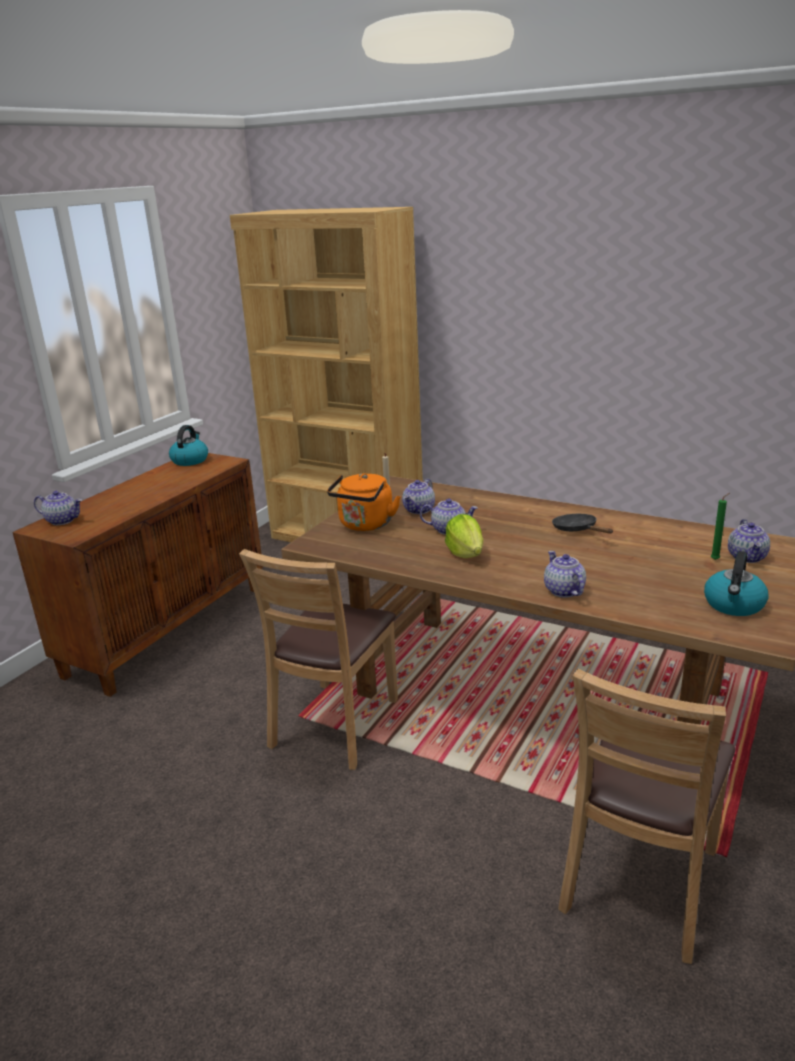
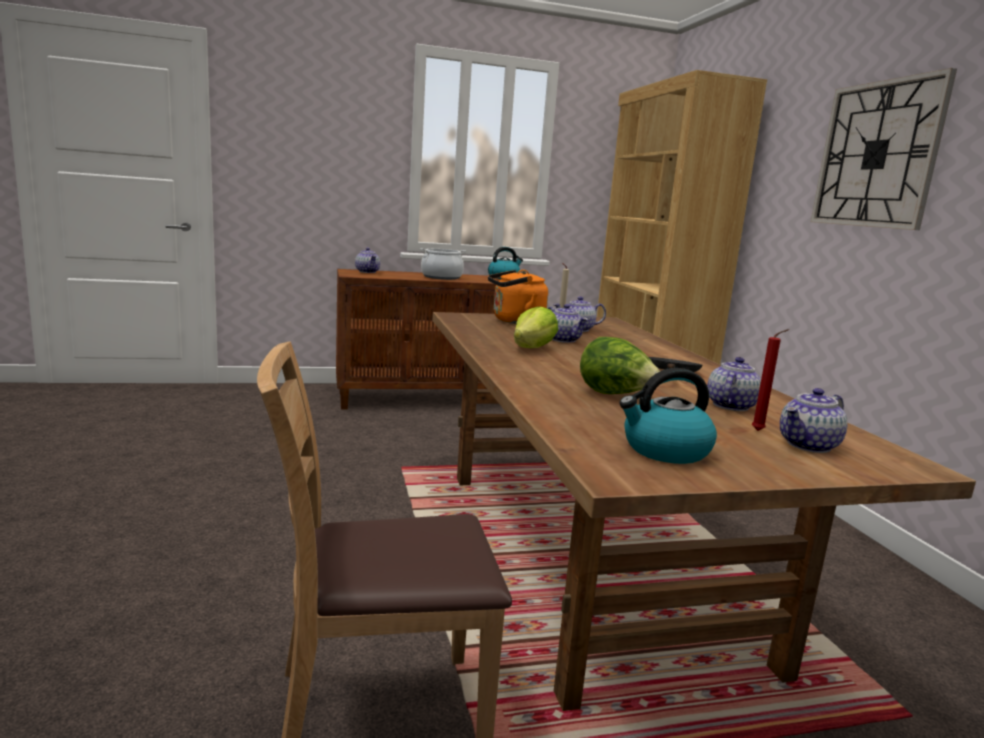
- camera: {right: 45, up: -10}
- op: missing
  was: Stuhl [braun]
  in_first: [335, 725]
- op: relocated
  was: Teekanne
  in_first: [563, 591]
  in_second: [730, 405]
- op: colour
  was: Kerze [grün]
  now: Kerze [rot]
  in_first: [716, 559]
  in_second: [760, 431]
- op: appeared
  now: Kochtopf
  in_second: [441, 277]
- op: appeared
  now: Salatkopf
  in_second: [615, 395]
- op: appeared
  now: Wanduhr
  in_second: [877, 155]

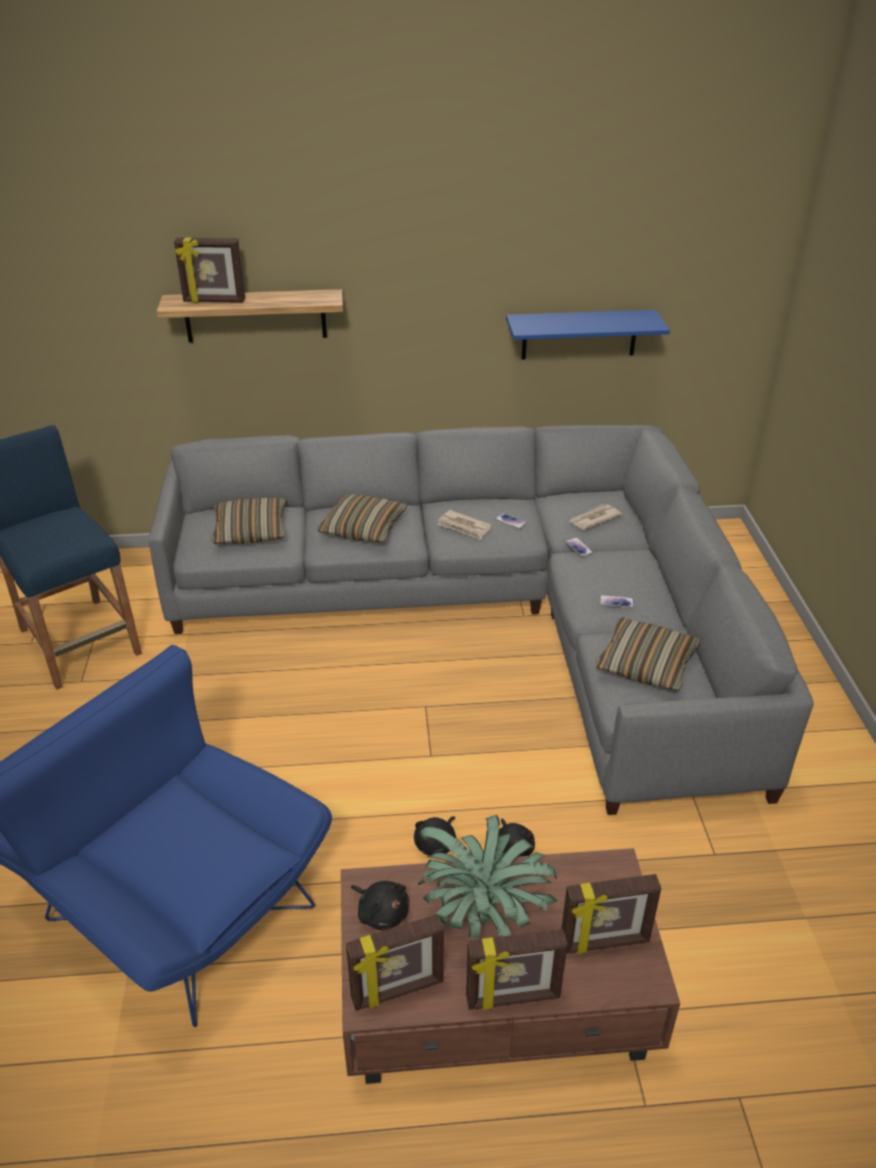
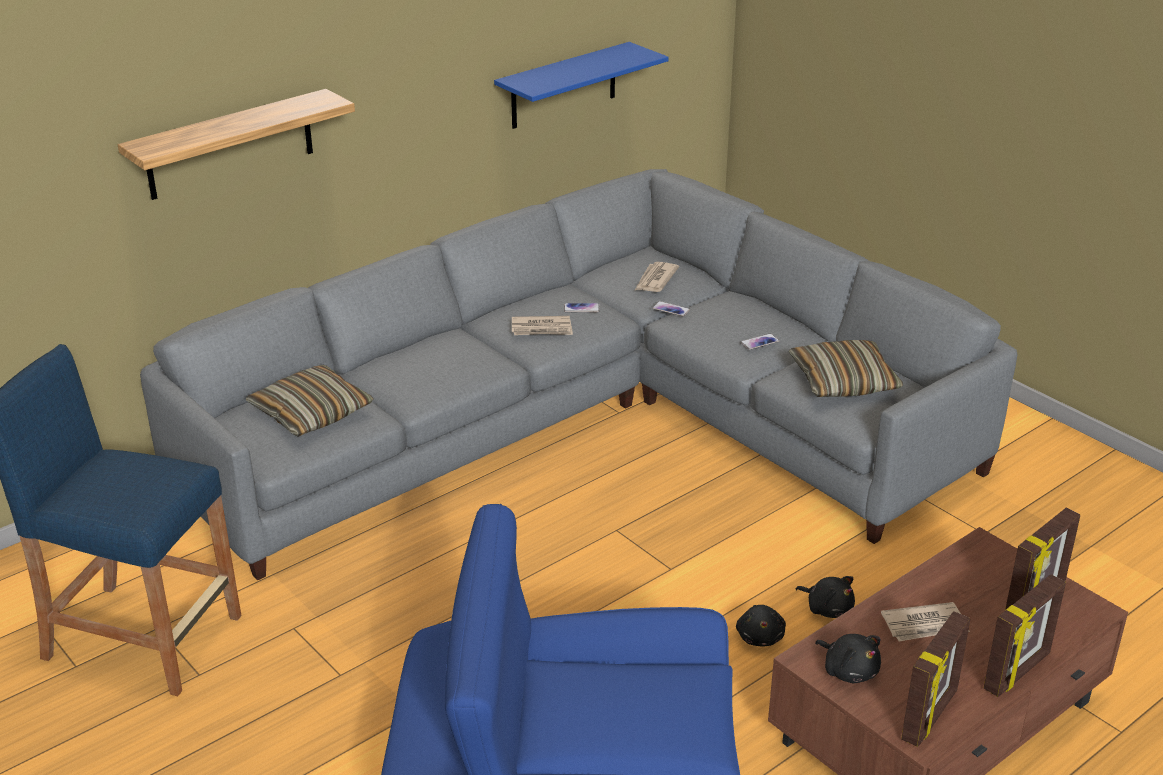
- camera: {right: -35, up: -5}
- op: missing
  was: Bilderrahmen
  in_first: [214, 301]
- op: missing
  was: Kissen
  in_first: [363, 528]
- op: spun
  was: Plüschtier [schwarz]
  in_first: [381, 913]
  in_second: [849, 670]
  clockwise: 45
- op: exchanged
  was: Topfpflanze
  now: Zeitung
  in_first: [485, 910]
  in_second: [925, 625]

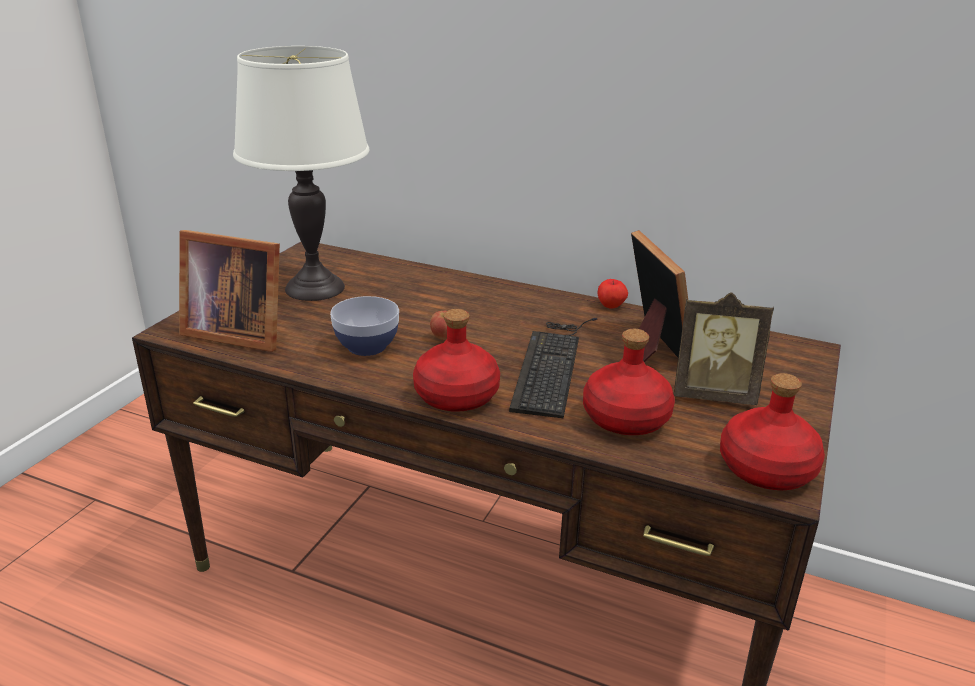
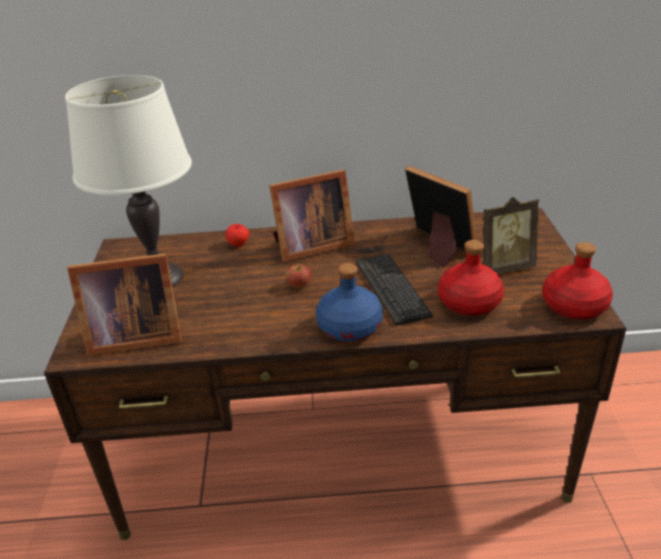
- camera: {right: -25, up: 5}
- op: missing
  was: Schüssel
  in_first: [367, 346]
- op: colour
  was: Flasche [rot]
  now: Flasche [blau]
  in_first: [457, 396]
  in_second: [350, 327]
- op: relocated
  was: Apfel
  in_first: [611, 306]
  in_second: [238, 244]
- op: appeared
  now: Bilderrahmen
  in_second: [310, 246]

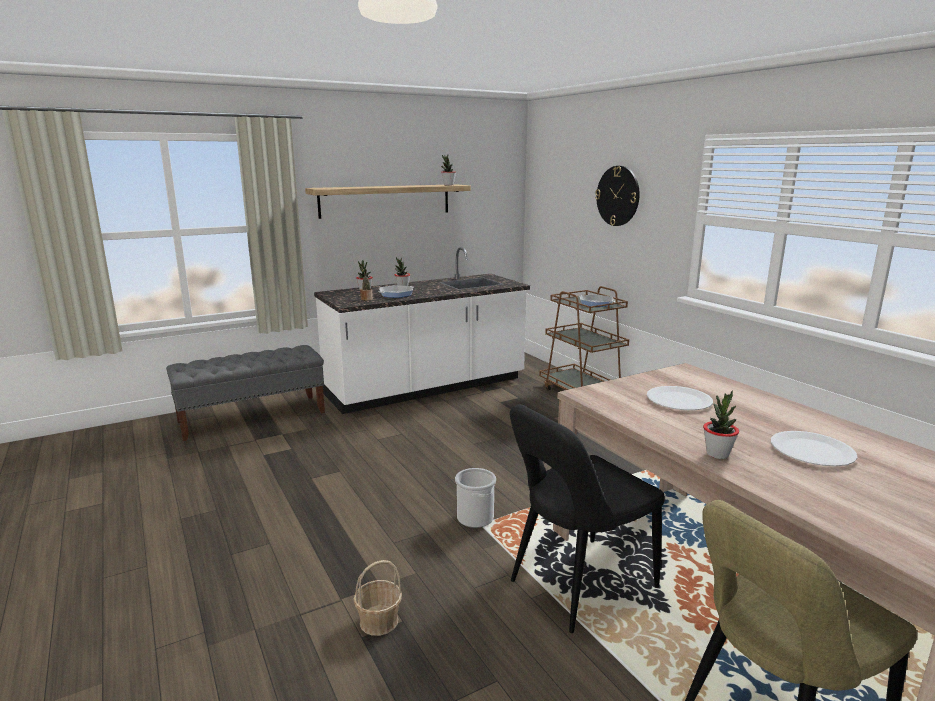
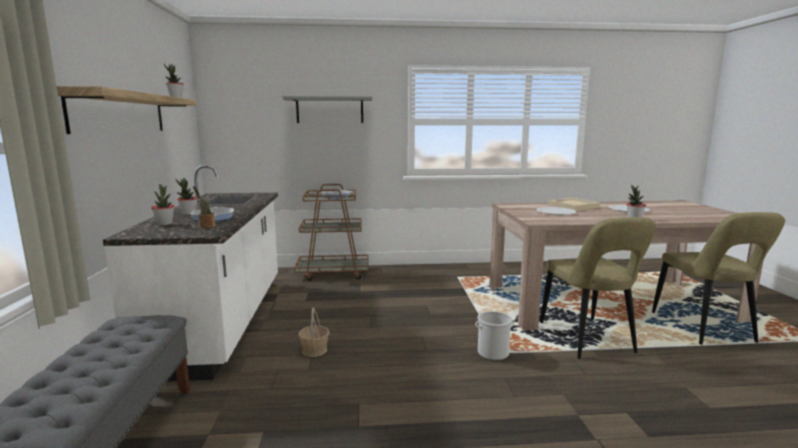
- camera: {right: -65, up: -5}
- op: relocated
  was: Korb
  in_first: [378, 621]
  in_second: [314, 350]
- op: colour
  was: Stuhl [schwarz]
  now: Stuhl [beige]
  in_first: [577, 586]
  in_second: [588, 339]
- op: exchanged
  was: Wanduhr
  now: Wandregal [grau]
  in_first: [618, 196]
  in_second: [330, 110]
- op: appeared
  now: Tablett [beige]
  in_second: [573, 206]

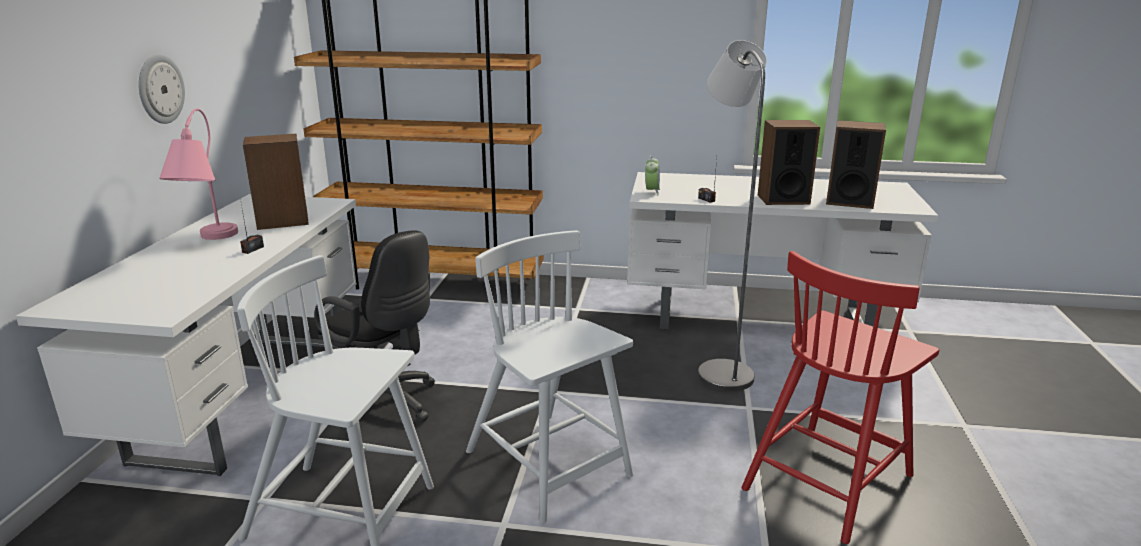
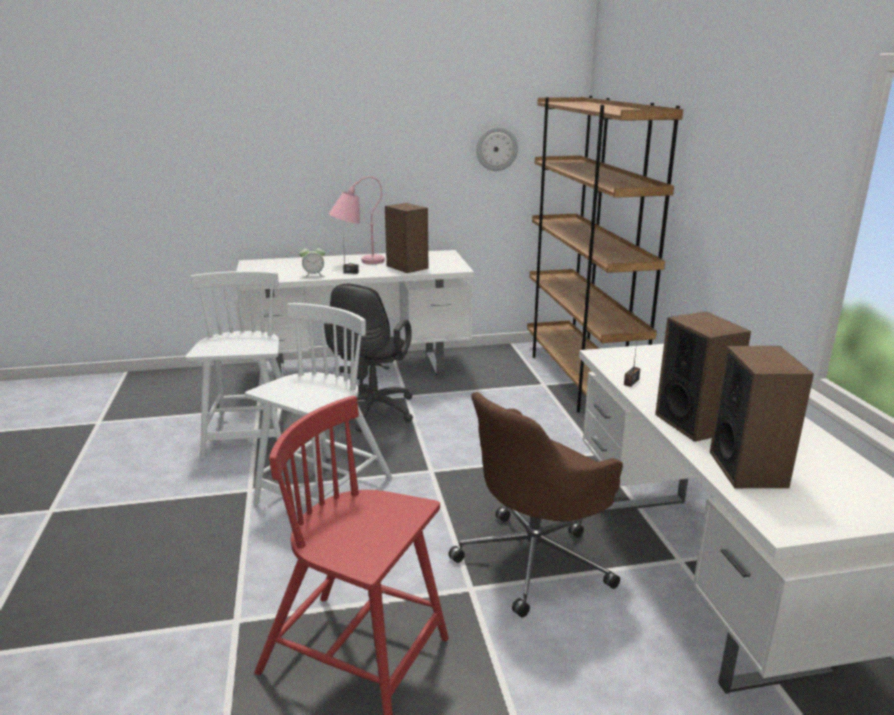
- camera: {right: 70, up: 0}
- op: relocated
  was: Wanduhr
  in_first: [160, 89]
  in_second: [496, 149]
- op: relocated
  was: Wecker
  in_first: [651, 192]
  in_second: [314, 275]
- op: exchanged
  was: Stehlampe [grau]
  now: Bürostuhl [braun]
  in_first: [720, 371]
  in_second: [535, 560]

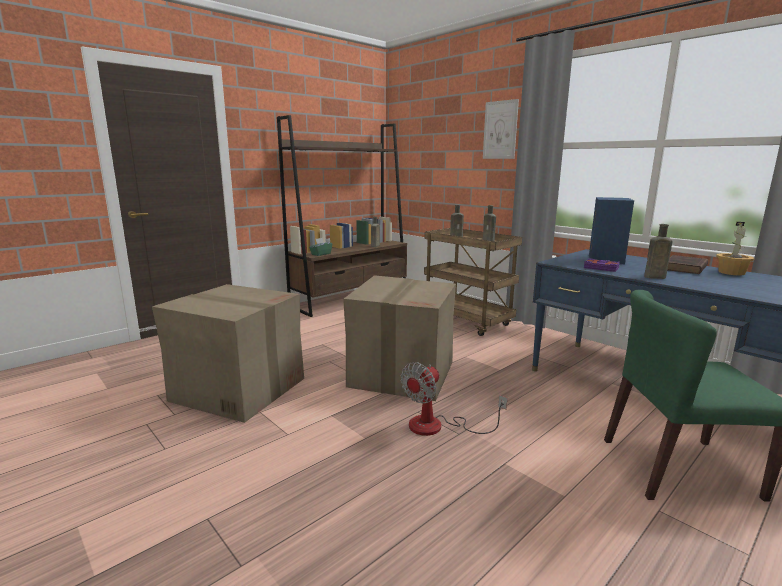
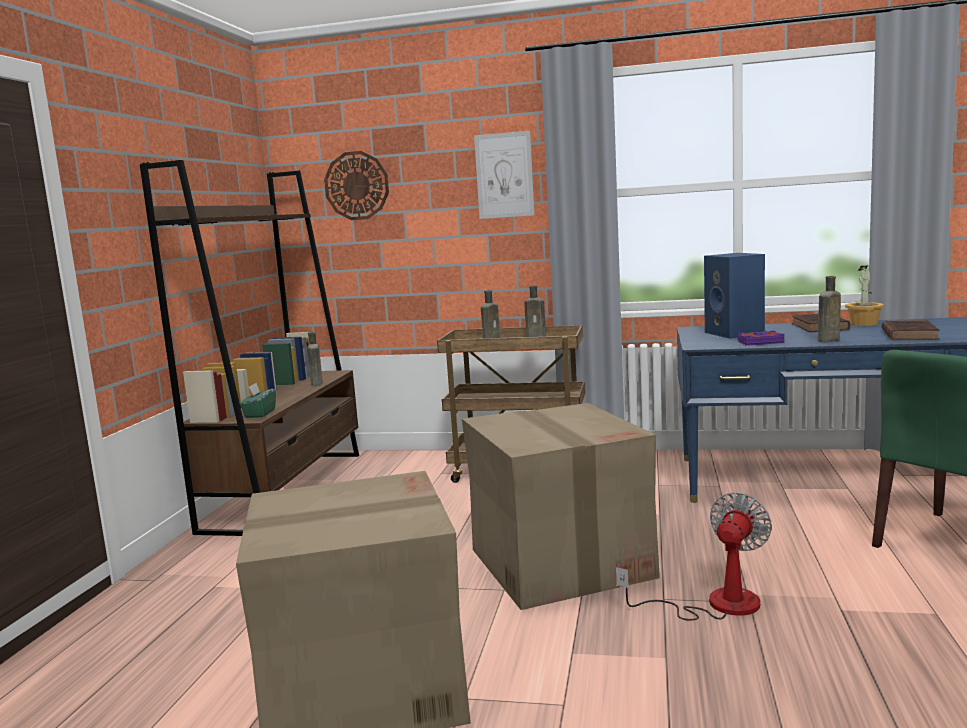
- camera: {right: -35, up: -5}
- op: spun
  was: Ventilator
  in_first: [438, 426]
  in_second: [715, 604]
  clockwise: -150
- op: appeared
  now: Wanduhr
  in_second: [357, 185]
- op: appeared
  now: Buch [braun]
  in_second: [908, 334]

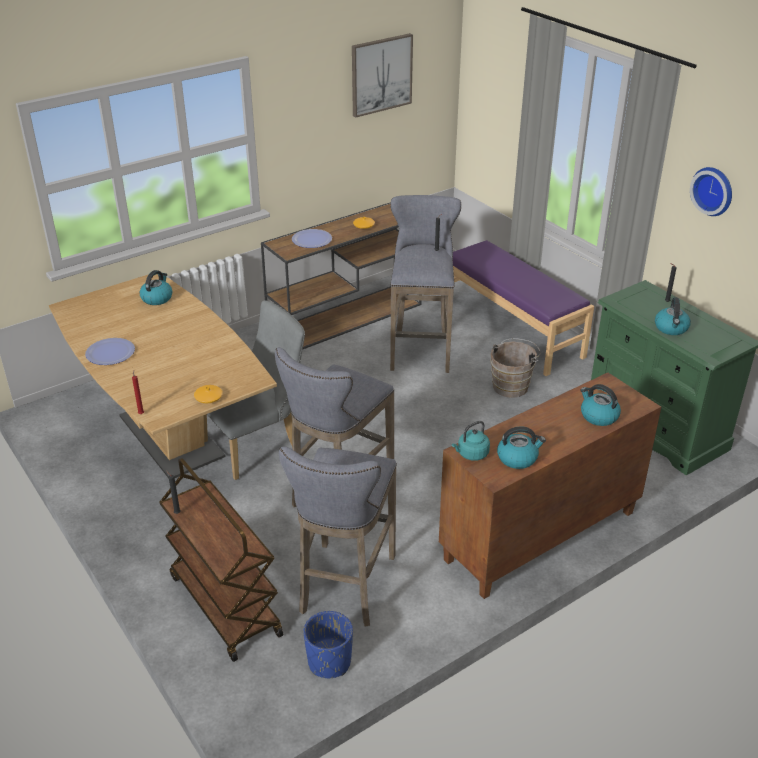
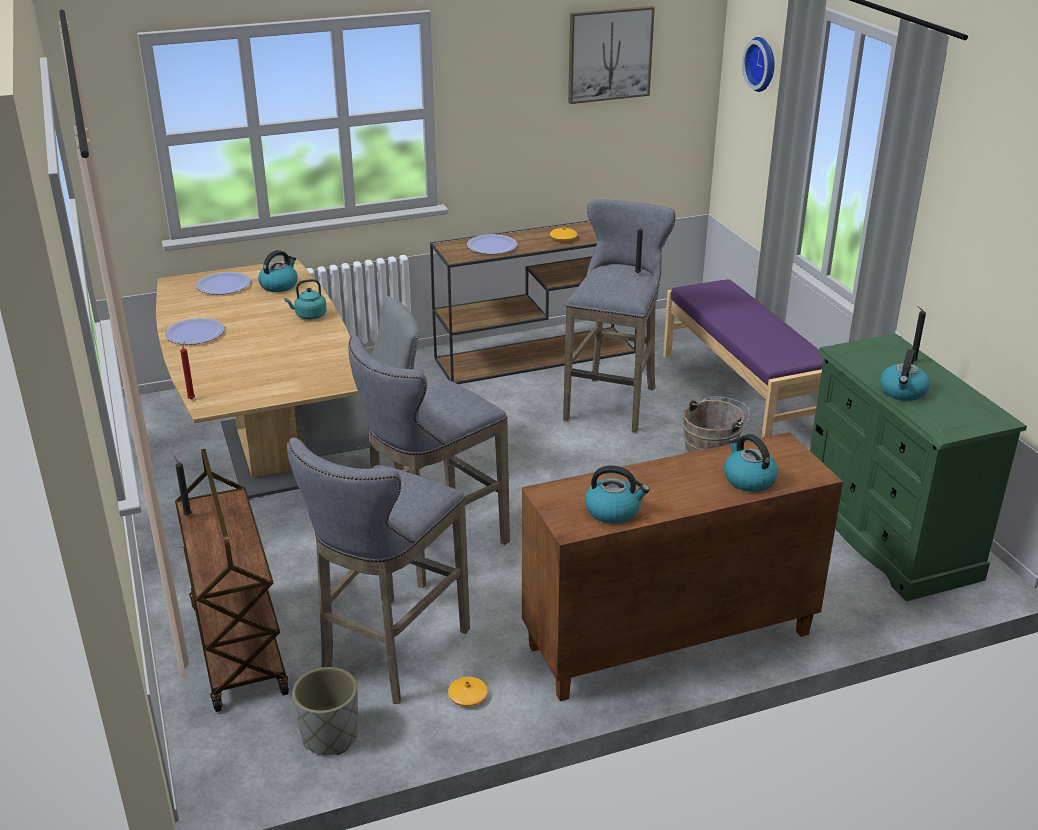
- camera: {right: 15, up: -5}
- op: relocated
  was: Vase [orange]
  in_first: [208, 397]
  in_second: [468, 696]
- op: colour
  was: Pflanzkübel [blau]
  now: Pflanzkübel [grau]
  in_first: [329, 662]
  in_second: [329, 736]
- op: relocated
  was: Wasserkessel [türkis]
  in_first: [471, 454]
  in_second: [309, 316]
- op: relocated
  was: Wanduhr
  in_first: [714, 190]
  in_second: [762, 64]
- op: appeared
  now: Teller
  in_second: [223, 285]

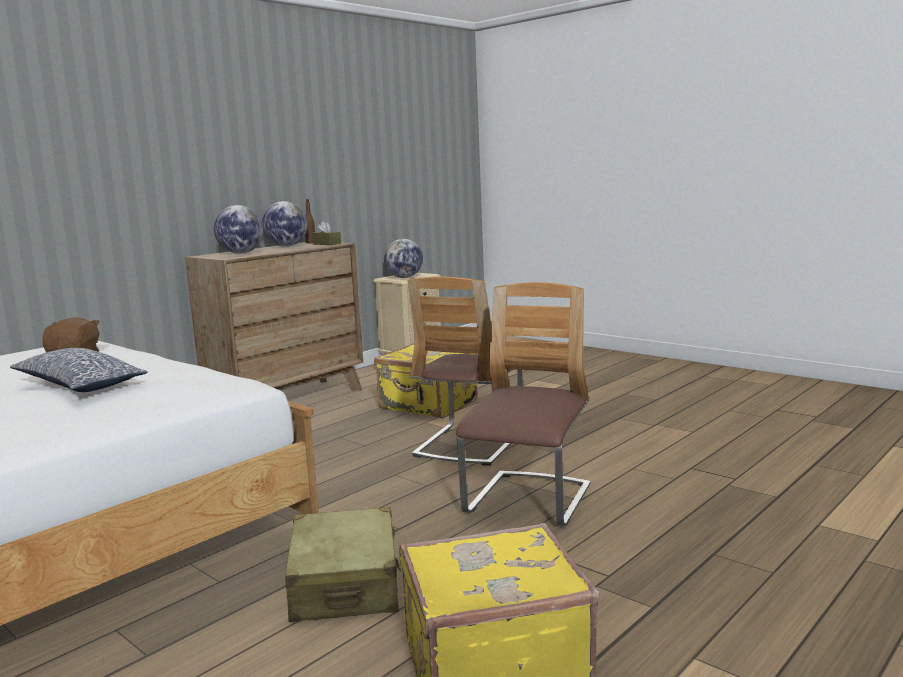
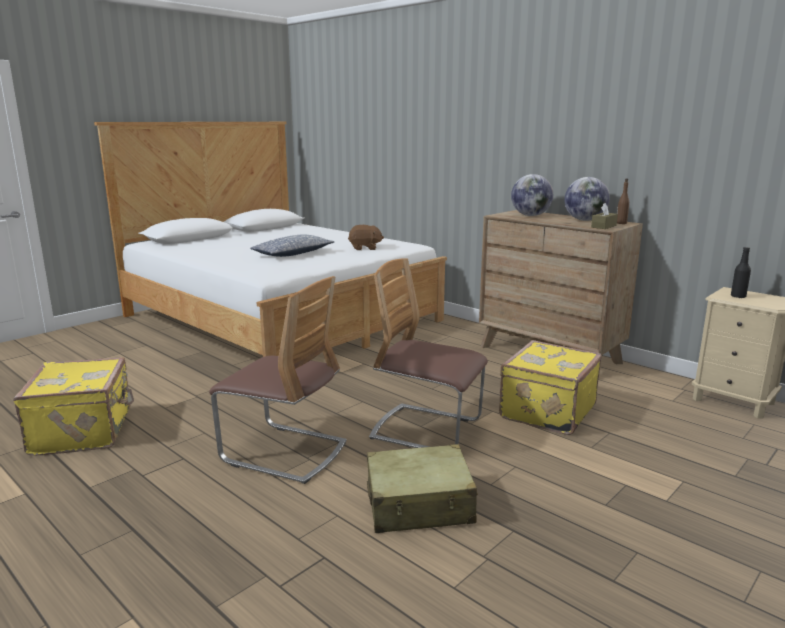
- camera: {right: 90, up: 5}
- op: relocated
  was: Koffer [beige]
  in_first: [345, 584]
  in_second: [419, 504]
- op: exchanged
  was: Globus
  now: Flasche [schwarz]
  in_first: [404, 277]
  in_second: [738, 296]

